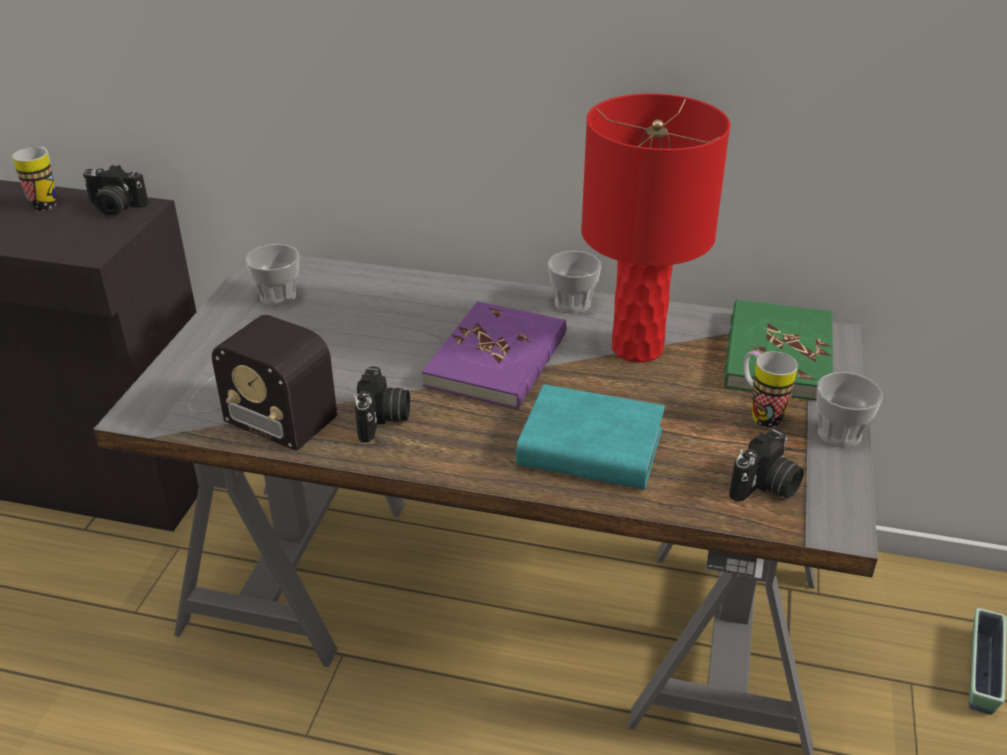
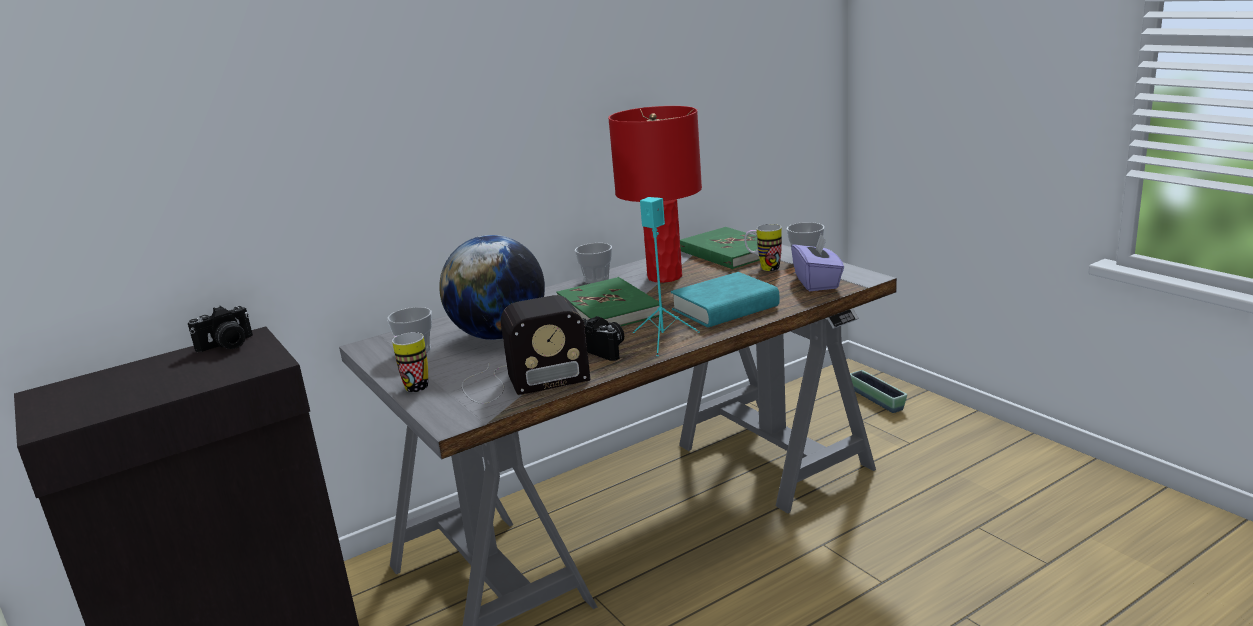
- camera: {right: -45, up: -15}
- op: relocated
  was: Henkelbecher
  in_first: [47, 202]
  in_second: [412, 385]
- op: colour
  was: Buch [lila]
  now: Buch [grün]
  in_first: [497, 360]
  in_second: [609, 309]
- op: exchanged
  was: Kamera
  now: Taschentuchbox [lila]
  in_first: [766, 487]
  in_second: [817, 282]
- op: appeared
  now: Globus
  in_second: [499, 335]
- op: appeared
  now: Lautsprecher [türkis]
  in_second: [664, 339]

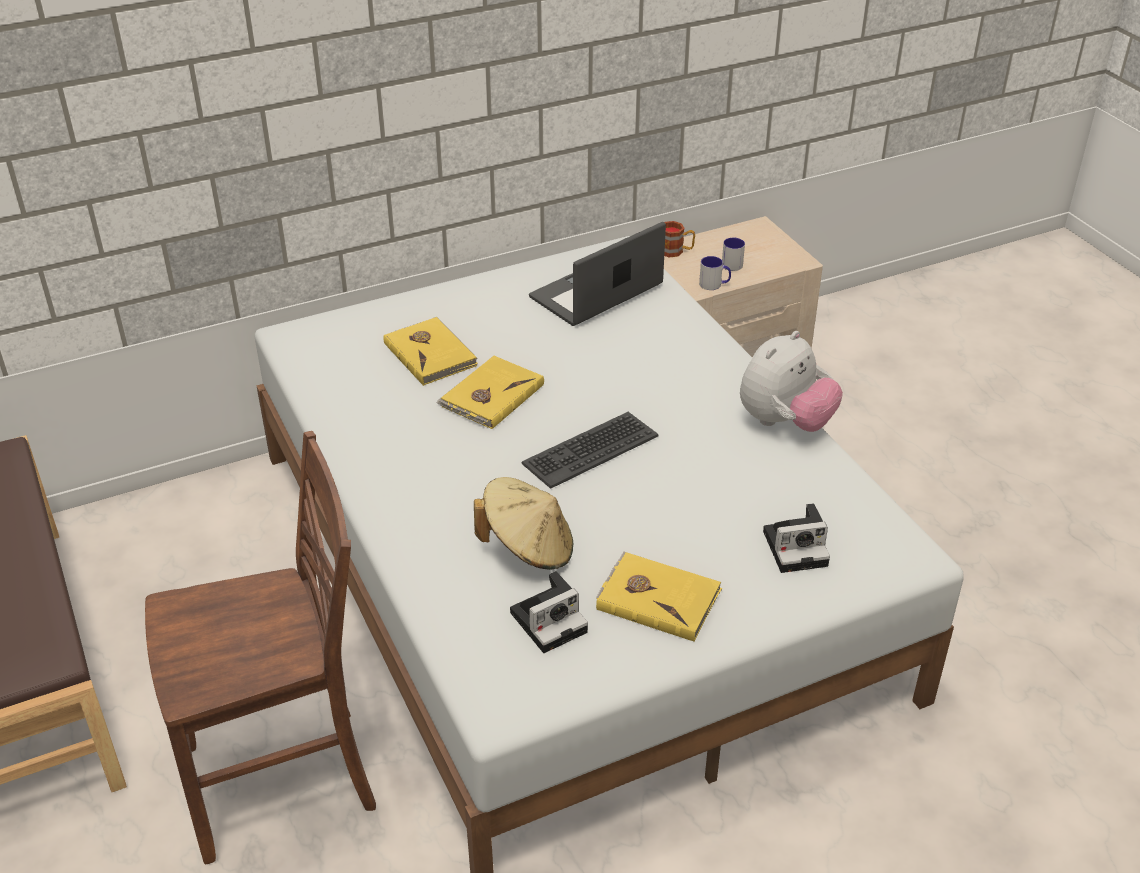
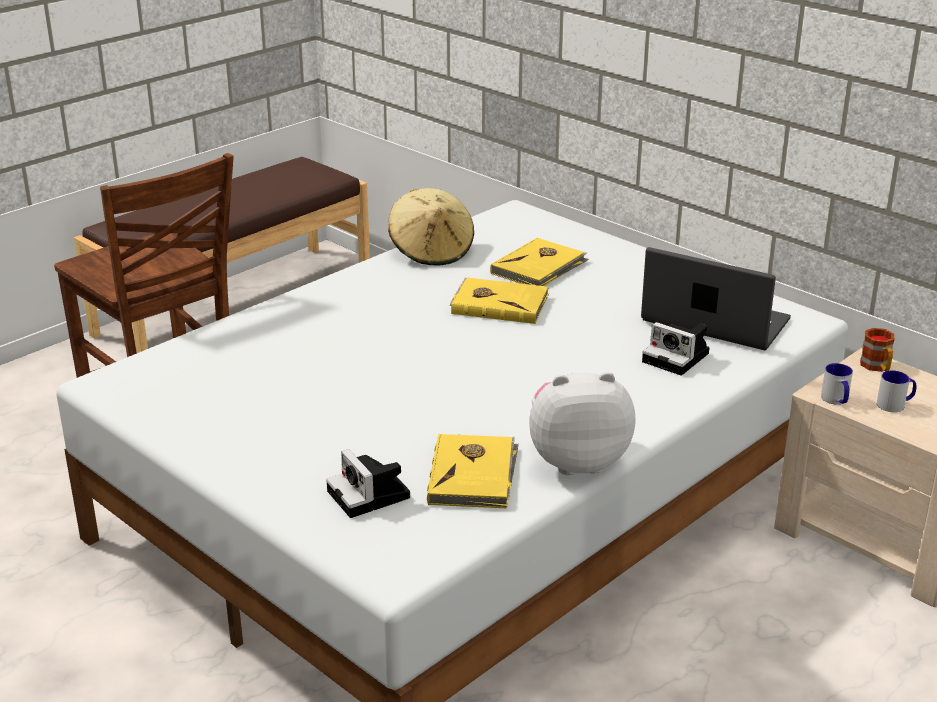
- camera: {right: 70, up: -10}
- op: relocated
  was: Hut [beige]
  in_first: [528, 548]
  in_second: [431, 251]
- op: relocated
  was: Kamera
  in_first: [550, 620]
  in_second: [678, 358]
- op: missing
  was: Tastatur
  in_first: [590, 450]
- op: relocated
  was: Buch [gelb]
  in_first: [658, 598]
  in_second: [473, 475]
- op: spun
  was: Plüschtier
  in_first: [785, 422]
  in_second: [577, 461]
  clockwise: 150

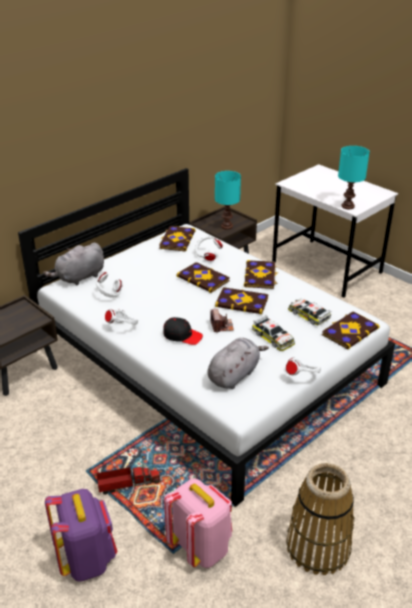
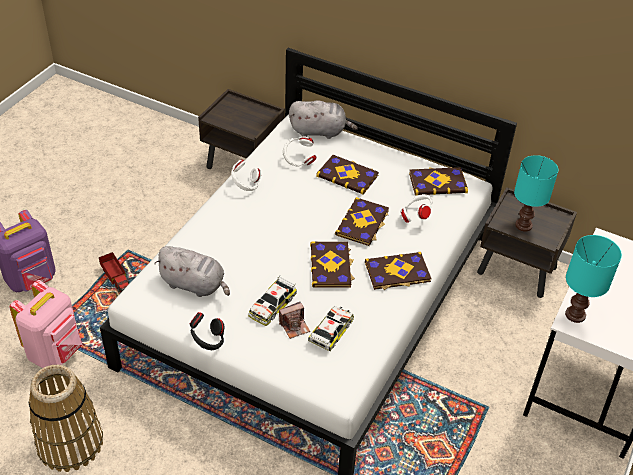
- camera: {right: 70, up: 10}
- op: spun
  was: Plüschtier [grau]
  in_first: [79, 278]
  in_second: [320, 131]
  clockwise: 150
- op: missing
  was: Kappe [schwarz]
  in_first: [182, 335]
- op: relocated
  was: Kamera
  in_first: [221, 326]
  in_second: [294, 326]
- op: colour
  was: Kopfhörer [weiß]
  now: Kopfhörer [schwarz]
  in_first: [302, 377]
  in_second: [208, 341]
- op: relocated
  was: Buch
  in_first: [349, 331]
  in_second: [347, 175]

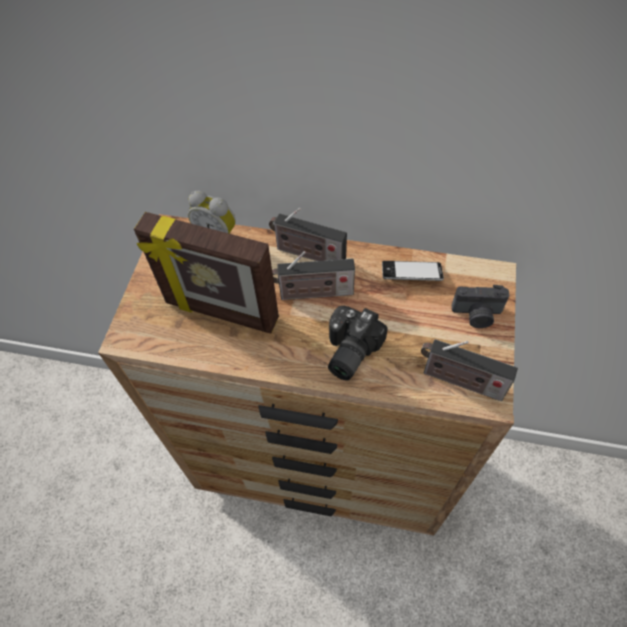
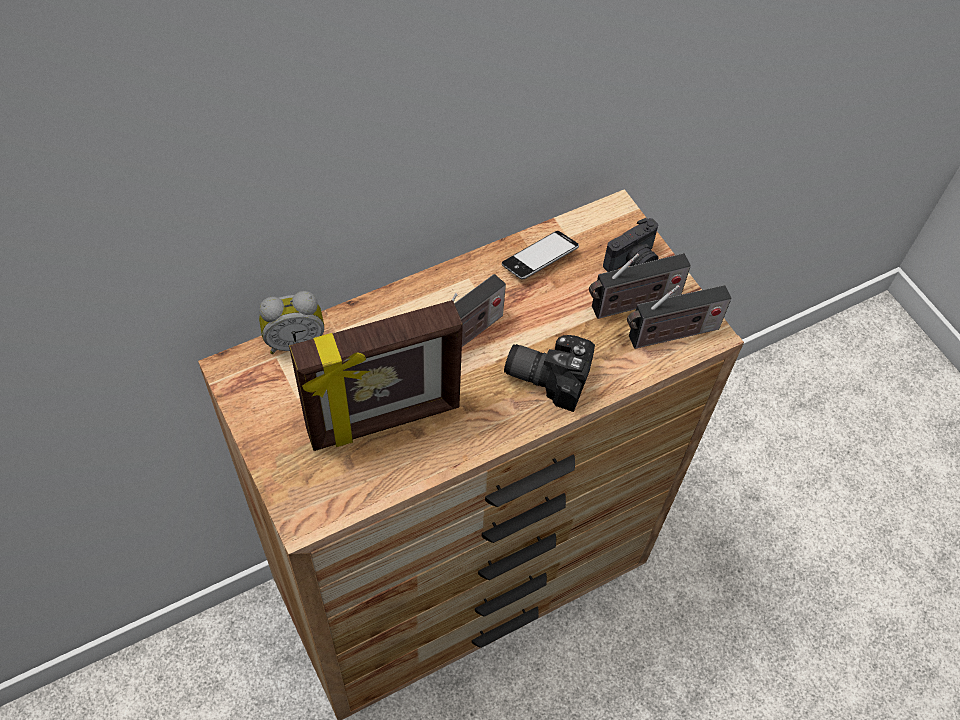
- camera: {right: -45, up: 0}
- op: relocated
  was: Radio
  in_first: [307, 254]
  in_second: [632, 304]
- op: spun
  was: Kamera
  in_first: [347, 351]
  in_second: [548, 374]
  clockwise: 120

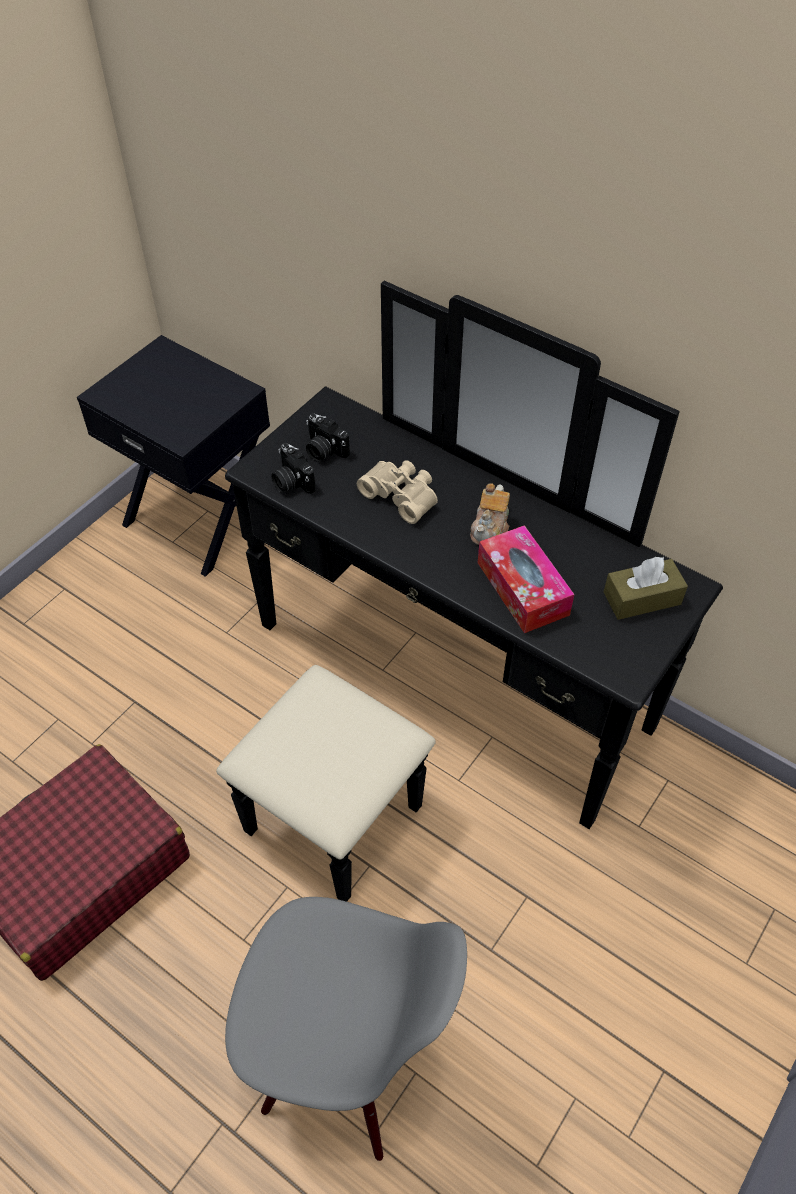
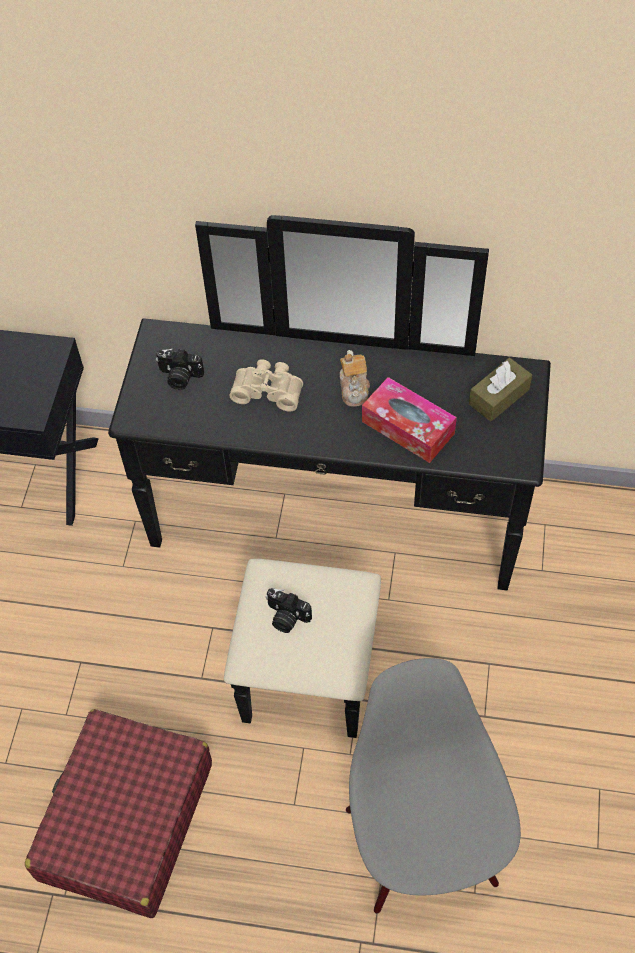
- camera: {right: -25, up: 5}
- op: spun
  was: Stuhl [grau]
  in_first: [347, 1054]
  in_second: [423, 845]
  clockwise: -90
- op: relocated
  was: Kamera
  in_first: [291, 482]
  in_second: [286, 617]

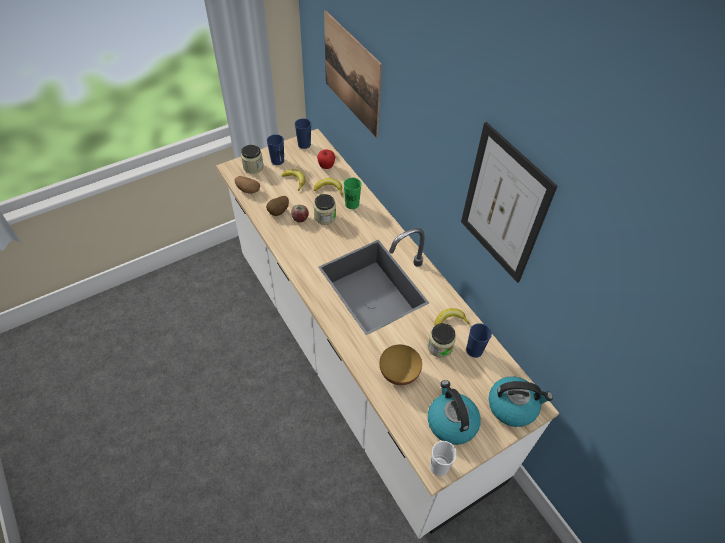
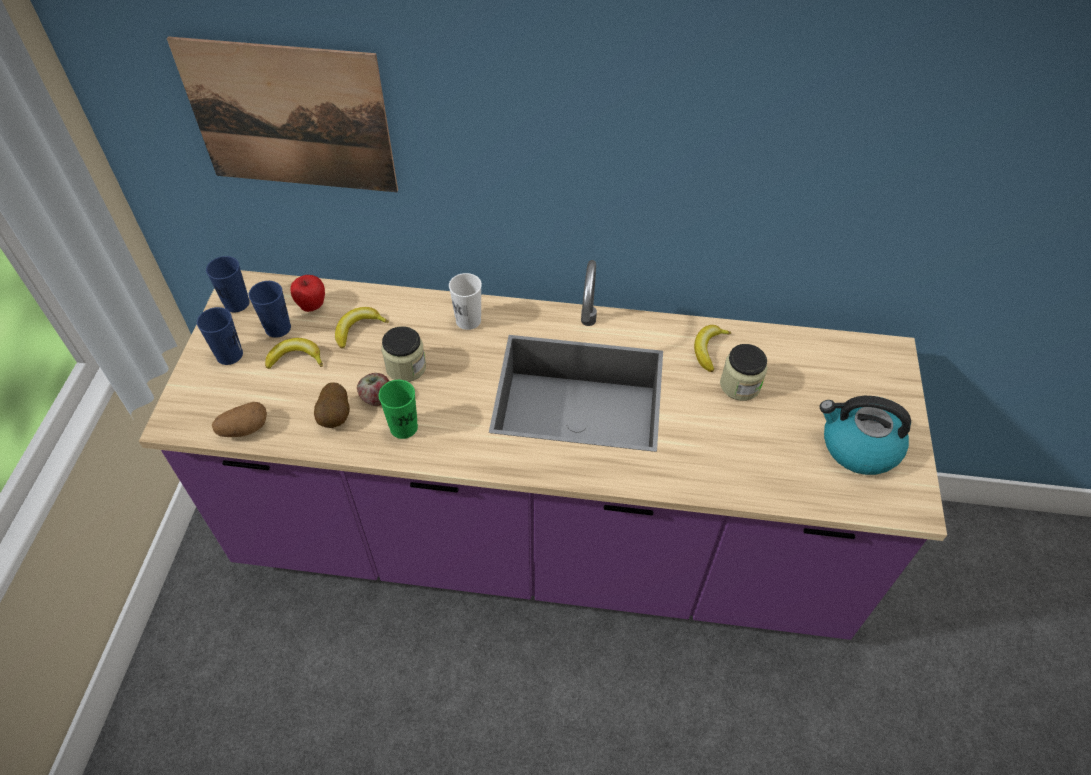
- camera: {right: -50, up: 0}
- op: colour
  was: Küchenzeile [weiß]
  now: Küchenzeile [lila]
  in_first: [358, 361]
  in_second: [543, 539]
- op: missing
  was: Vorratsglas
  in_first: [253, 167]
- op: relocated
  was: Tasse [grün]
  in_first: [352, 204]
  in_second: [404, 427]
- op: missing
  was: Schüssel
  in_first: [399, 374]
- op: relocated
  was: Tasse [weiß]
  in_first: [439, 466]
  in_second: [468, 320]
- op: missing
  was: Bild
  in_first: [504, 205]
- op: relocated
  was: Tasse [blau]
  in_first: [474, 350]
  in_second: [278, 328]
- op: missing
  was: Wasserkessel
  in_first: [513, 406]

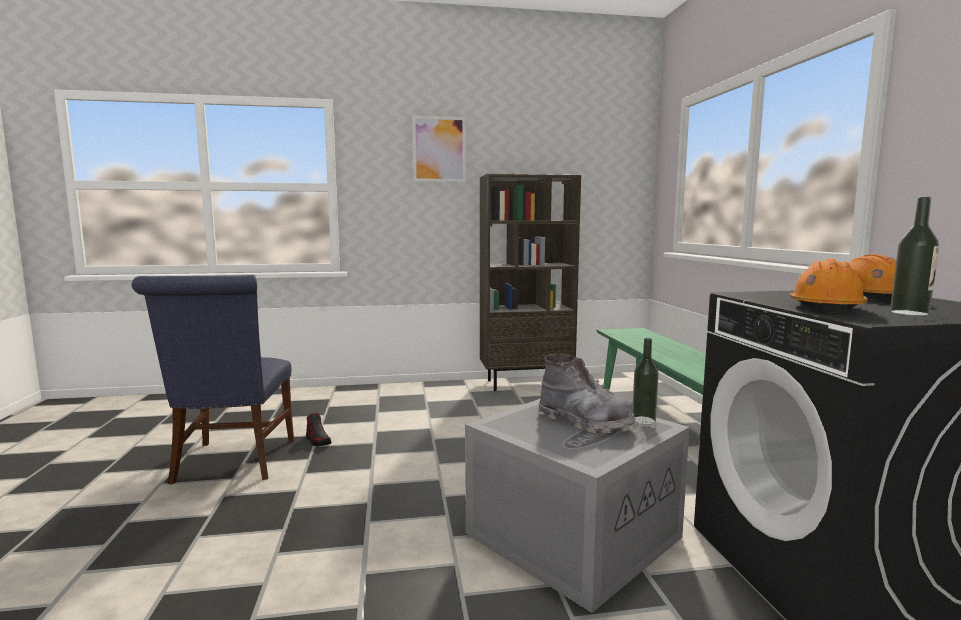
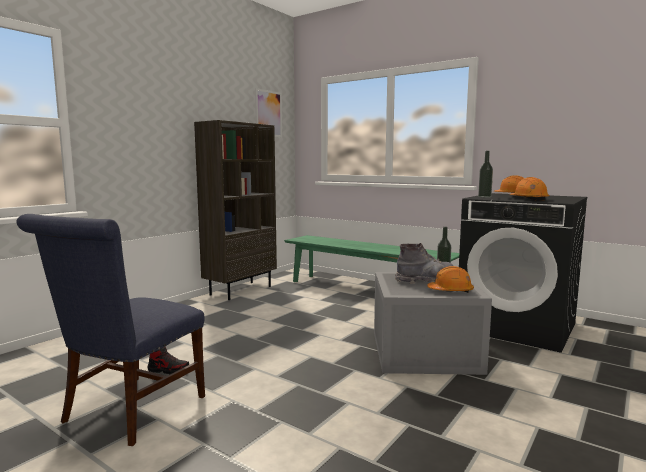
- camera: {right: -45, up: 0}
- op: spun
  was: Stuhl [blau]
  in_first: [232, 464]
  in_second: [128, 412]
  clockwise: 75
- op: relocated
  was: Bild
  in_first: [439, 149]
  in_second: [268, 113]
- op: relocated
  was: Flasche
  in_first: [909, 313]
  in_second: [484, 197]
- op: appeared
  now: Schutzhelm [orange]
  in_second: [450, 291]

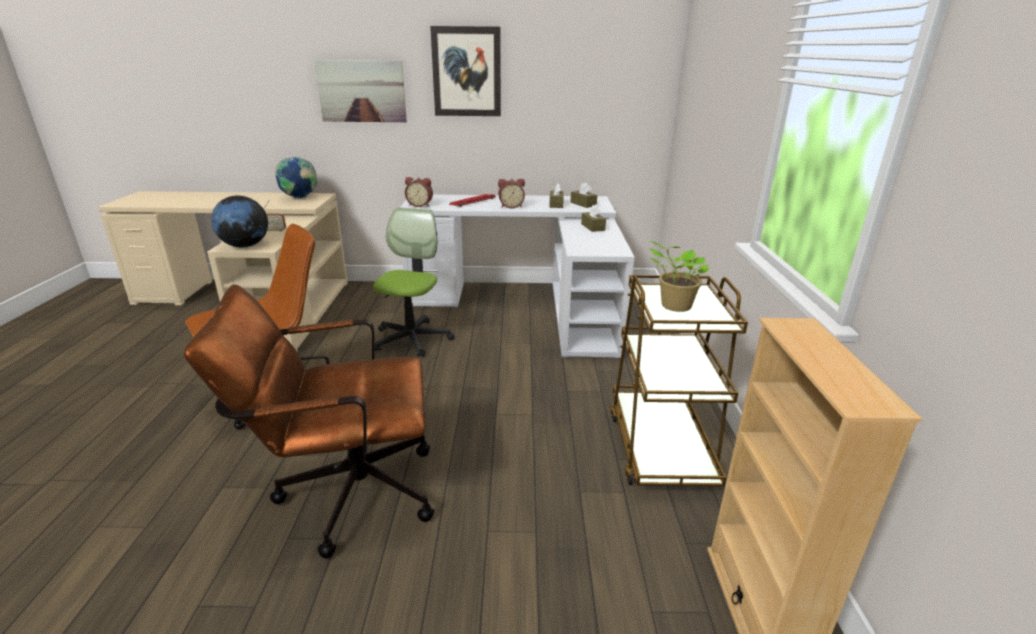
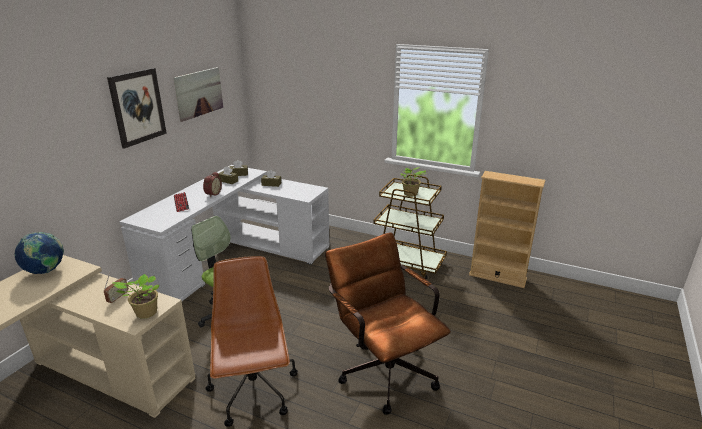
- camera: {right: -65, up: 0}
- op: spun
  was: Bürostuhl [braun]
  in_first: [345, 493]
  in_second: [383, 368]
  clockwise: 135
- op: exchanged
  was: Globus
  now: Topfpflanze
  in_first: [245, 246]
  in_second: [145, 313]
- op: relocated
  was: Bild
  in_first: [361, 91]
  in_second: [199, 93]
- op: missing
  was: Wecker
  in_first: [420, 205]

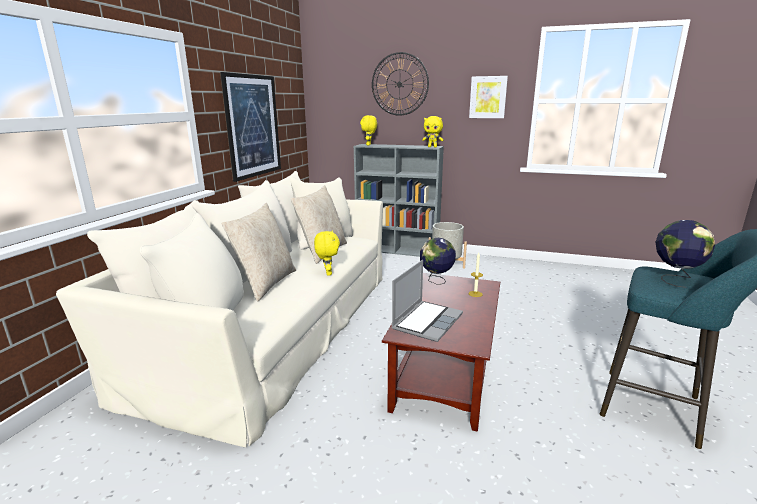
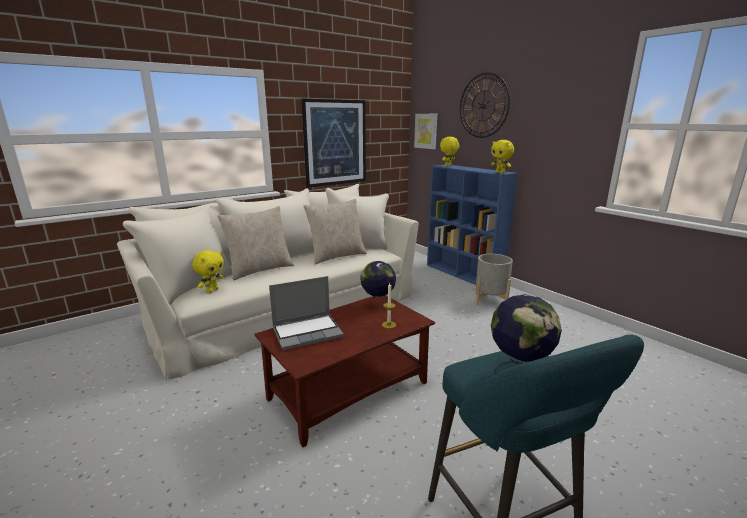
- camera: {right: 35, up: 0}
- op: relocated
  was: Plüschtier [gelb]
  in_first: [327, 273]
  in_second: [212, 290]
- op: colour
  was: Bücherregal [grau]
  now: Bücherregal [blau]
  in_first: [398, 250]
  in_second: [464, 274]
- op: relocated
  was: Bild
  in_first: [488, 97]
  in_second: [426, 131]

